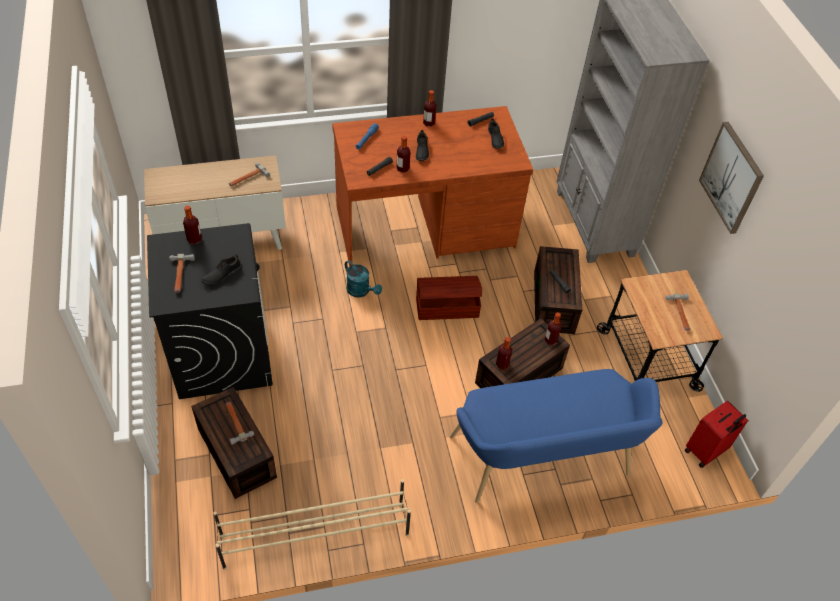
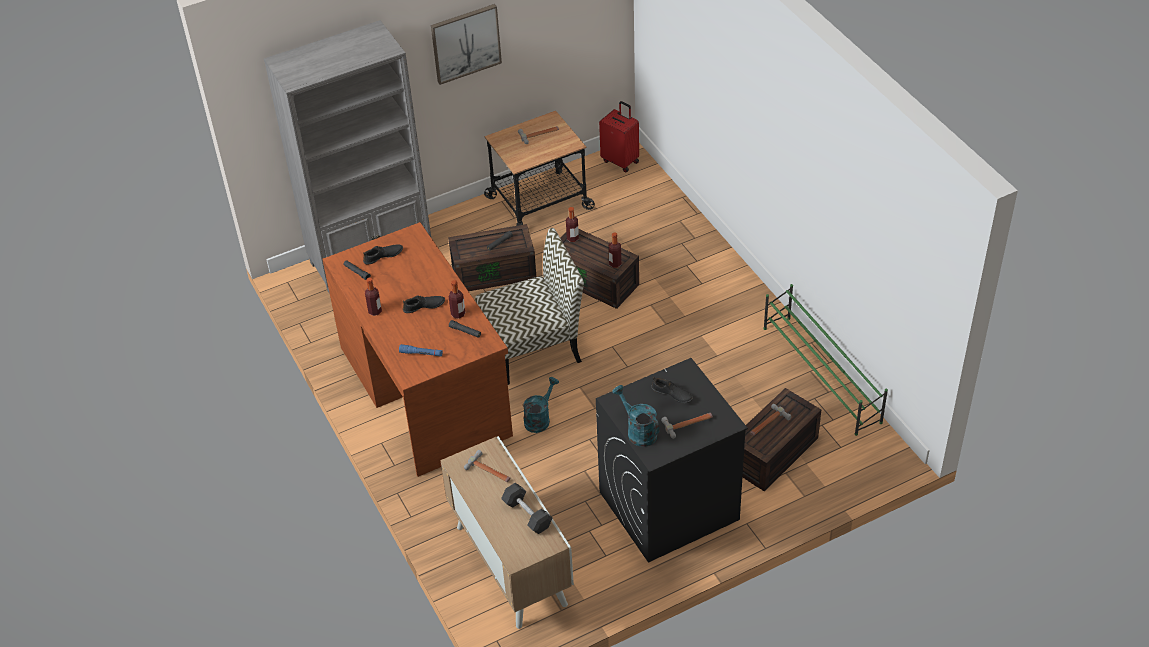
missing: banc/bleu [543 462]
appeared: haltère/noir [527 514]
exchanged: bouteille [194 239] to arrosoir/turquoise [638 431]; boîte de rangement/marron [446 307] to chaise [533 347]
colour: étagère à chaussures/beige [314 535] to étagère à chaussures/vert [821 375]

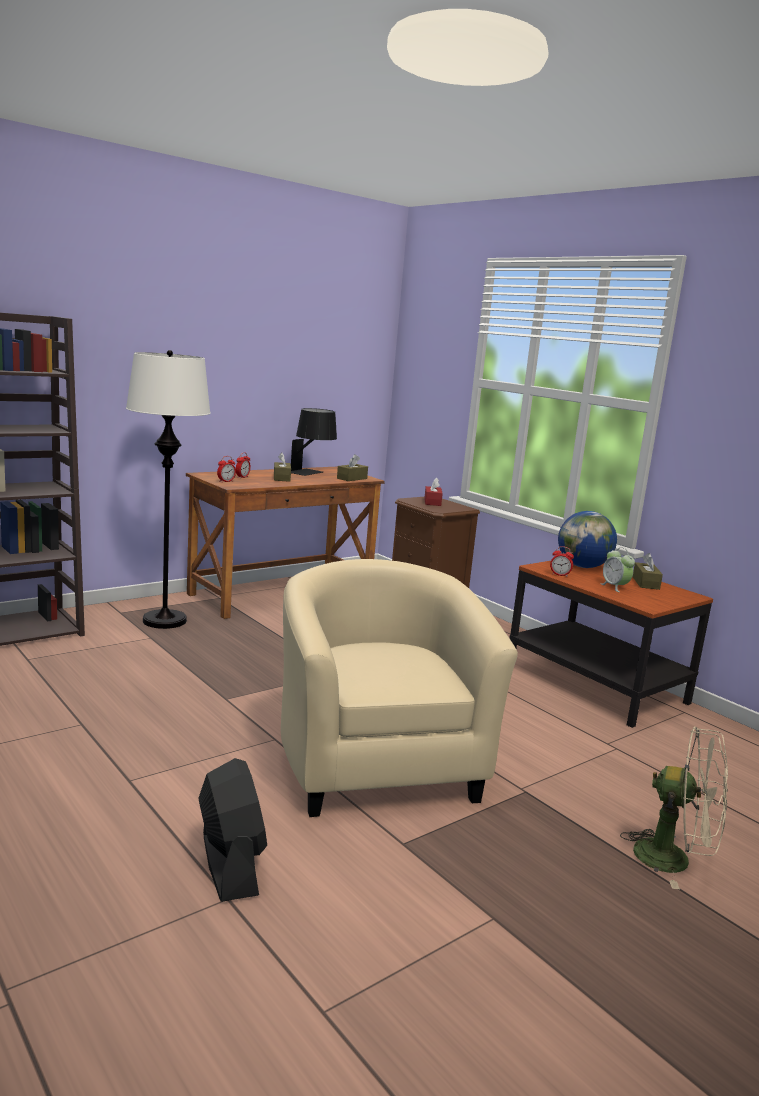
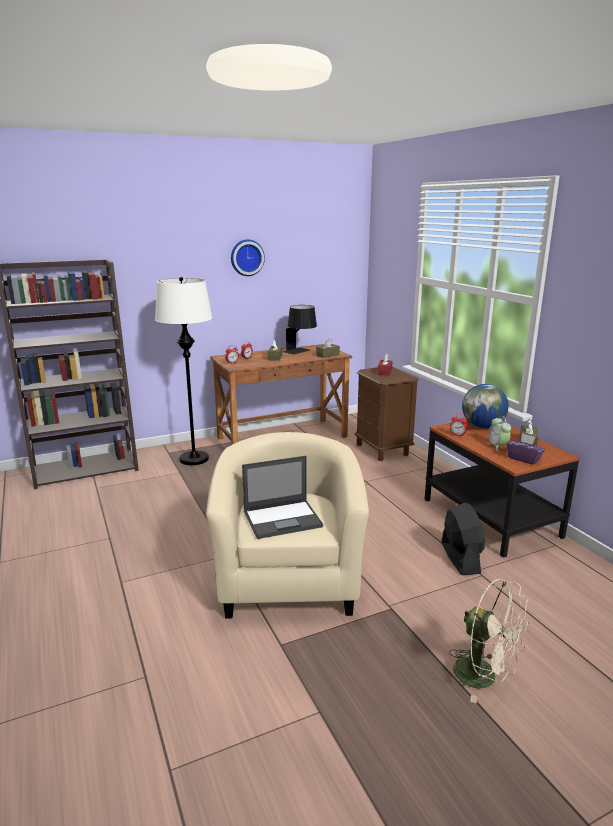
appeared: horloge murale [246 257]; ordinateur portable [283 519]; boîte à mouchoirs/violet [523 459]
relocated: ventilateur/noir [229 864] to [460 558]

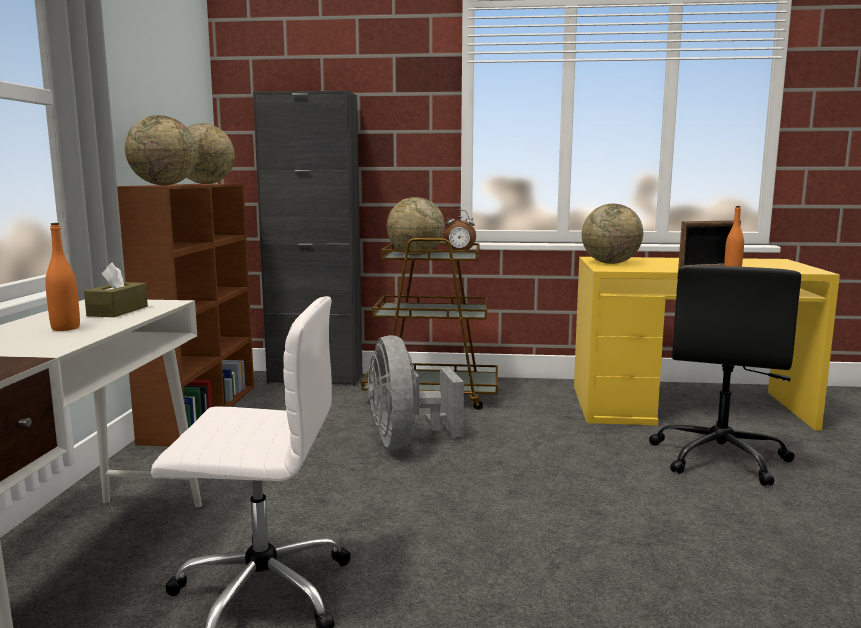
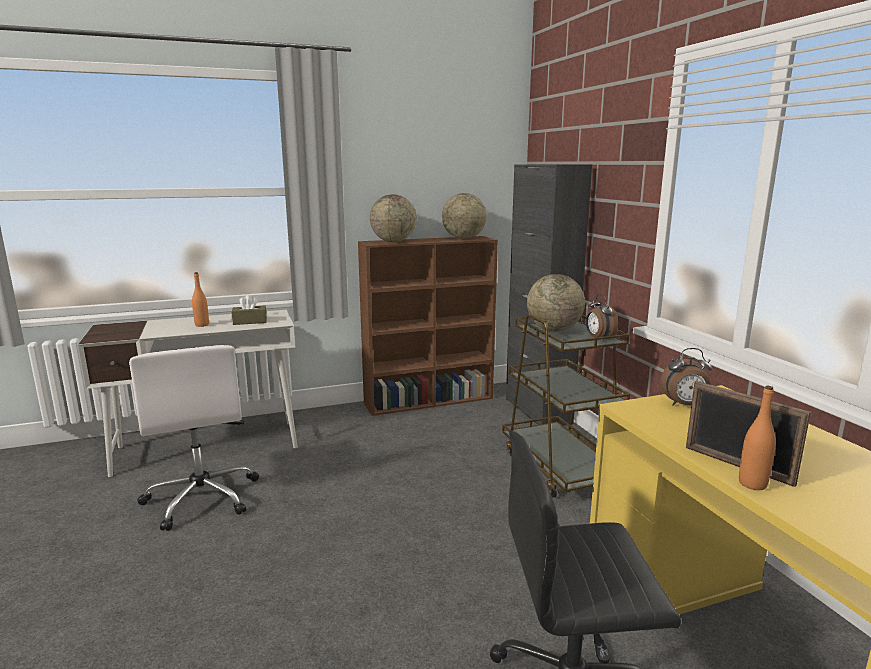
missing: ventilateur/gris [406 441]
exchanged: globe [610 263] to réveil [684 405]

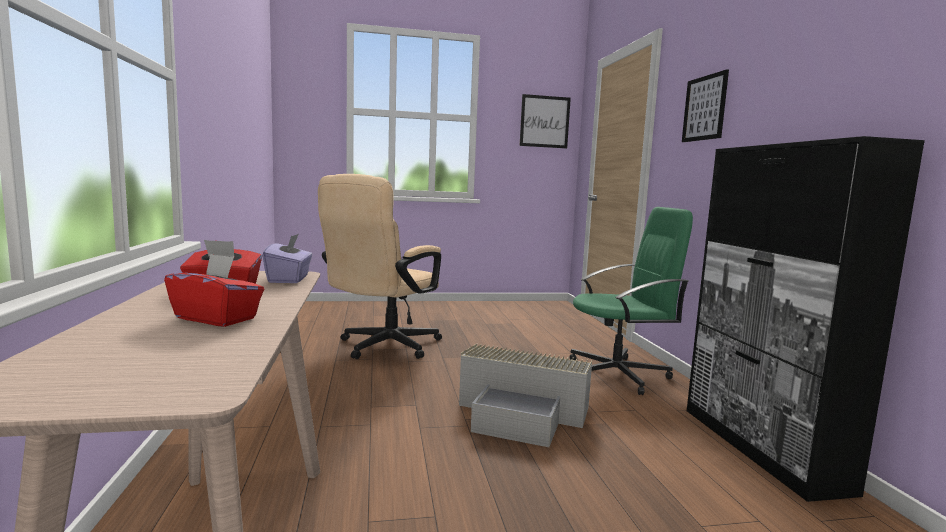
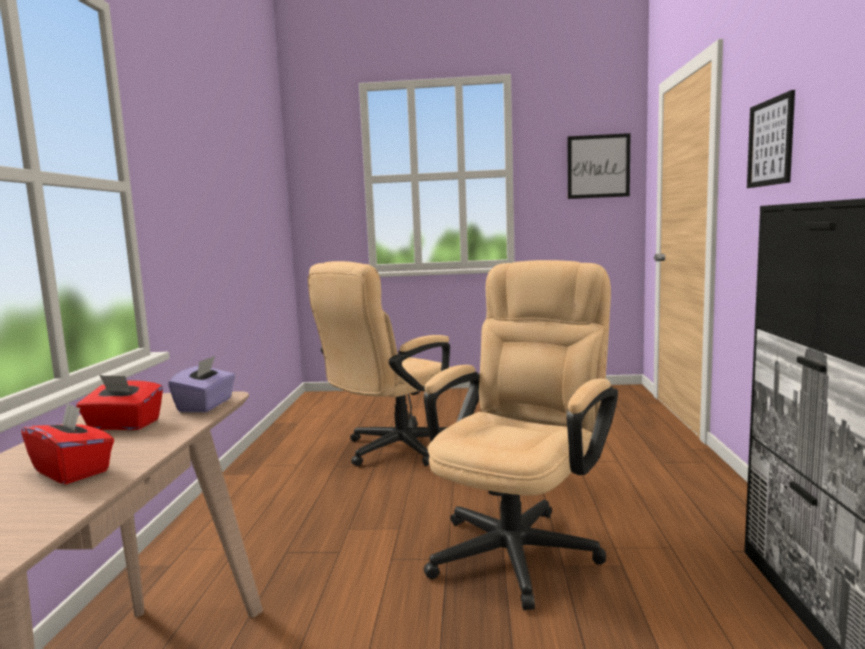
missing: chaise de bureau/vert [618 374]
exchanged: boîte de rangement/gris [523 413] to chaise de bureau/beige [521 545]

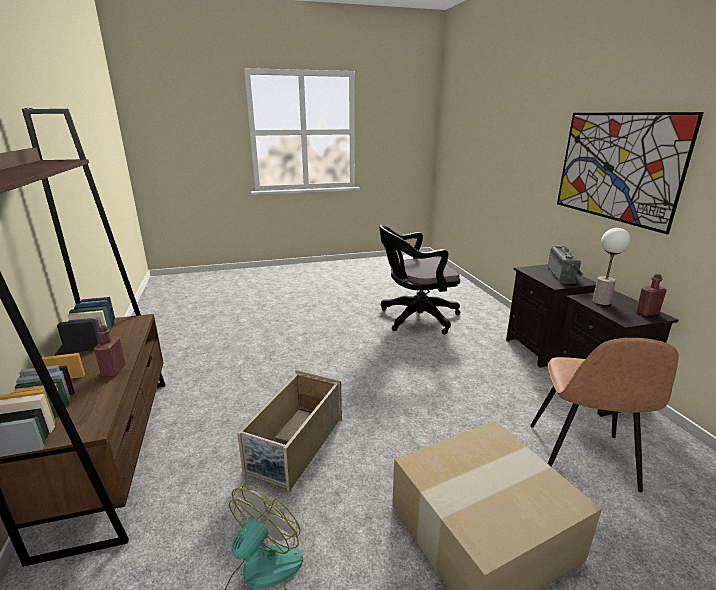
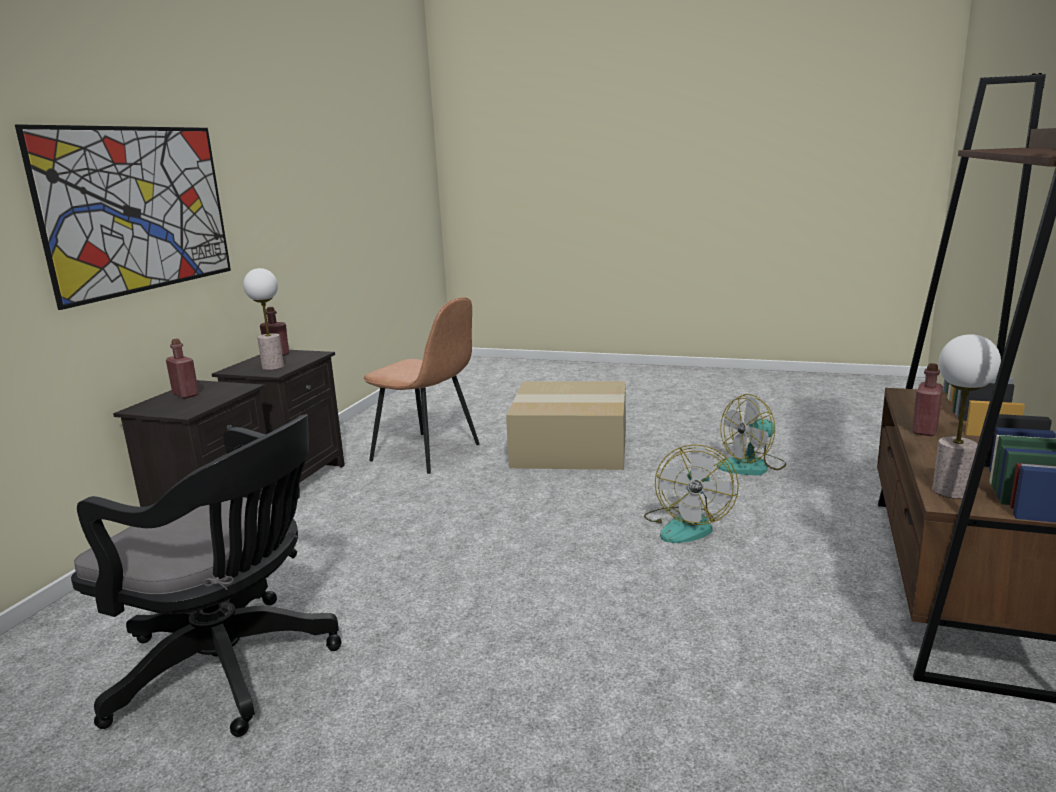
appeared: lampe de table [951 491]
exchanged: boîte de rangement/beige [295 445] to ventilateur [687 525]; radio [564 275] to bouteille/rouge [186 395]
spun: chaise/marron [581 458] = [427 453] 75 degrees clockwise

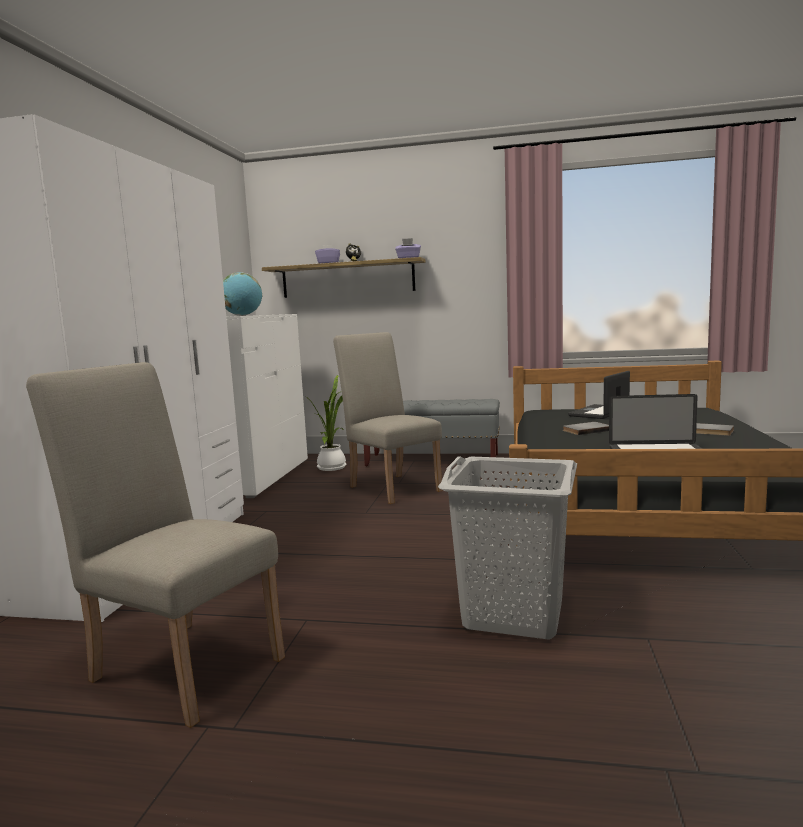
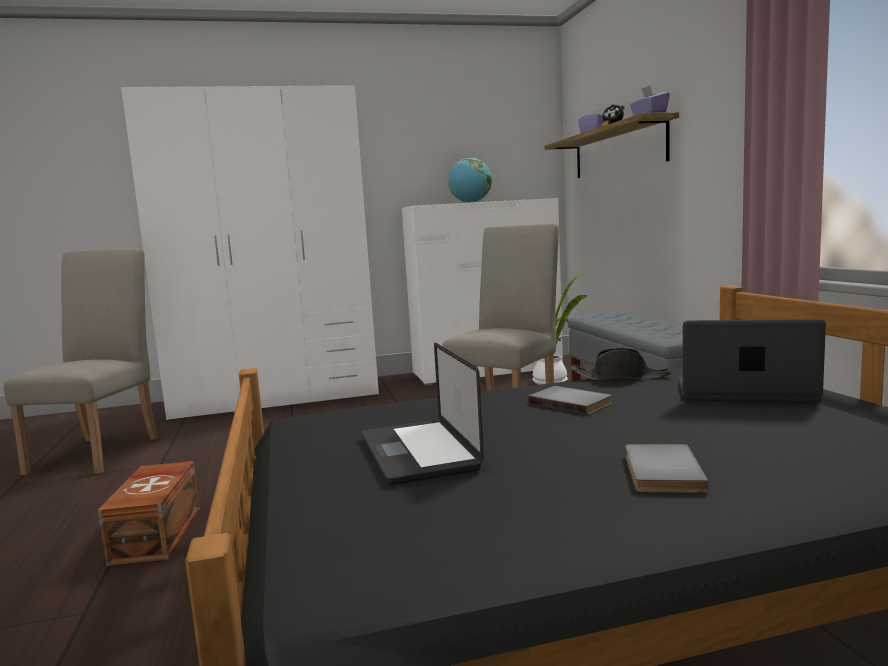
appeared: chapeau/noir [621 377]
exchanged: panier à linge/gris [512 613] to boîte de rangement/marron [159 533]

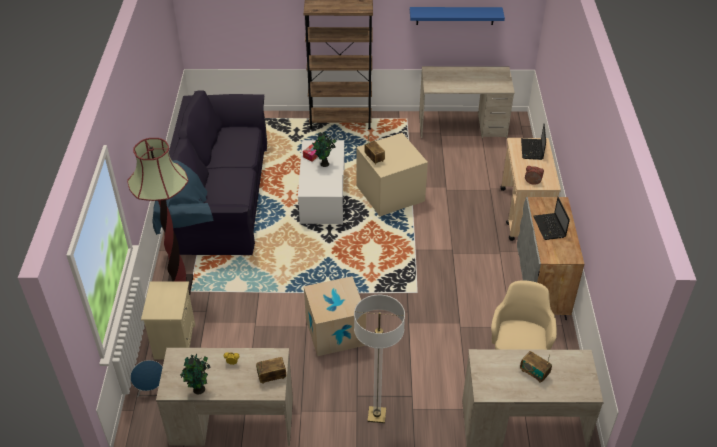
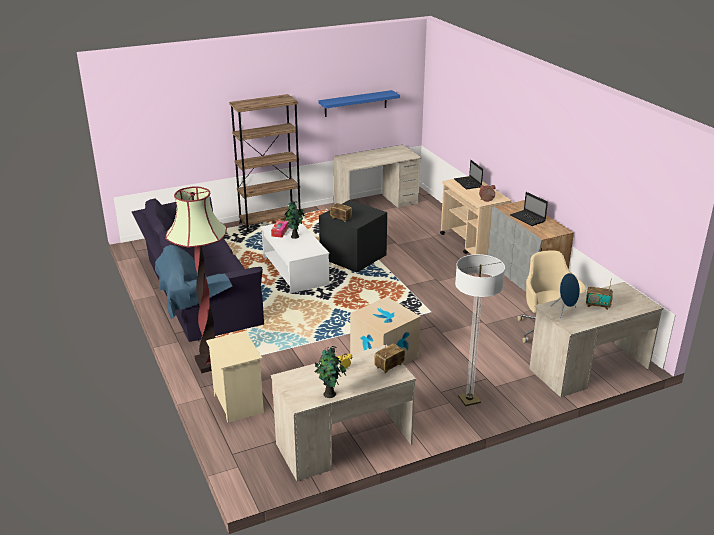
relocated: enceinte/bleu [151 390] to [564 312]
colour: boîte de rangement/beige [389 193] to boîte de rangement/noir [352 256]

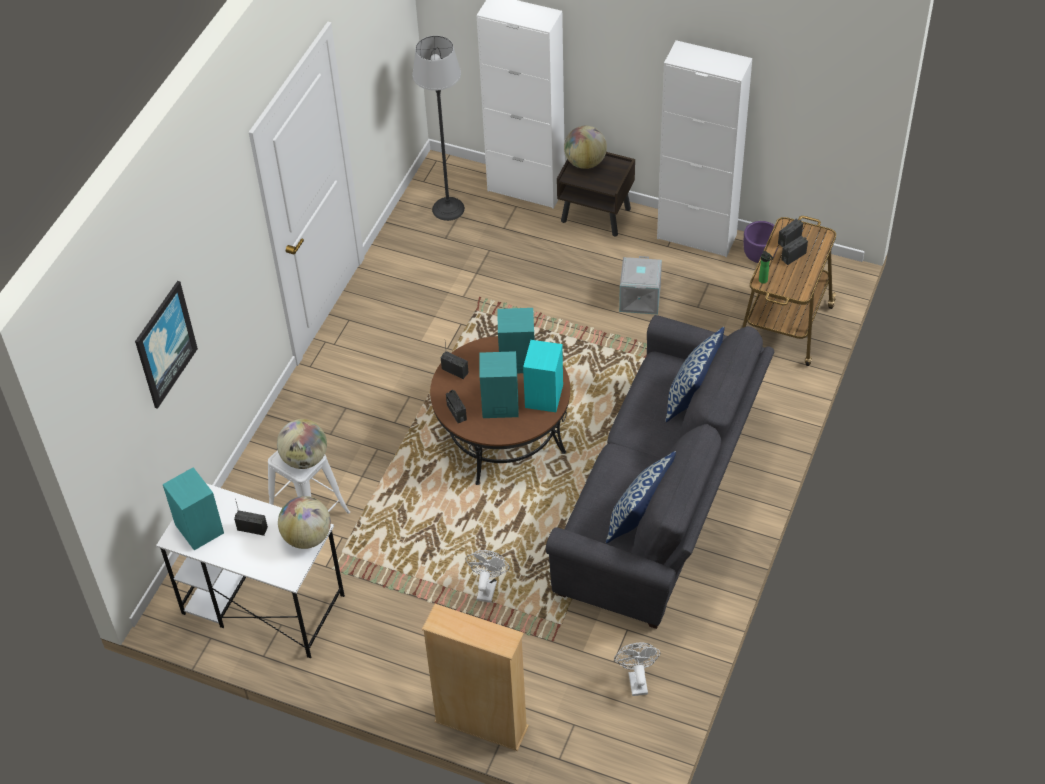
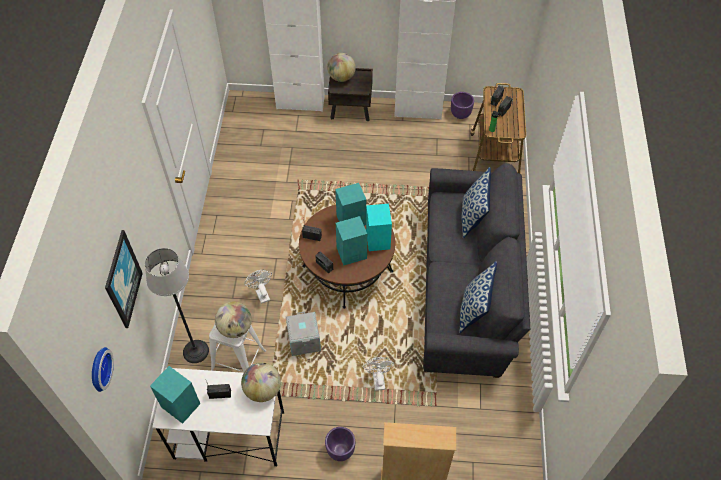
appeared: horloge murale [98 369]; cache-pot/violet [341 450]
relocated: lampadaire [448 208] to [196 351]; ventilateur/blanc [636 679] to [261 293]; boîte de rangement/gris [639 298] to [303 340]

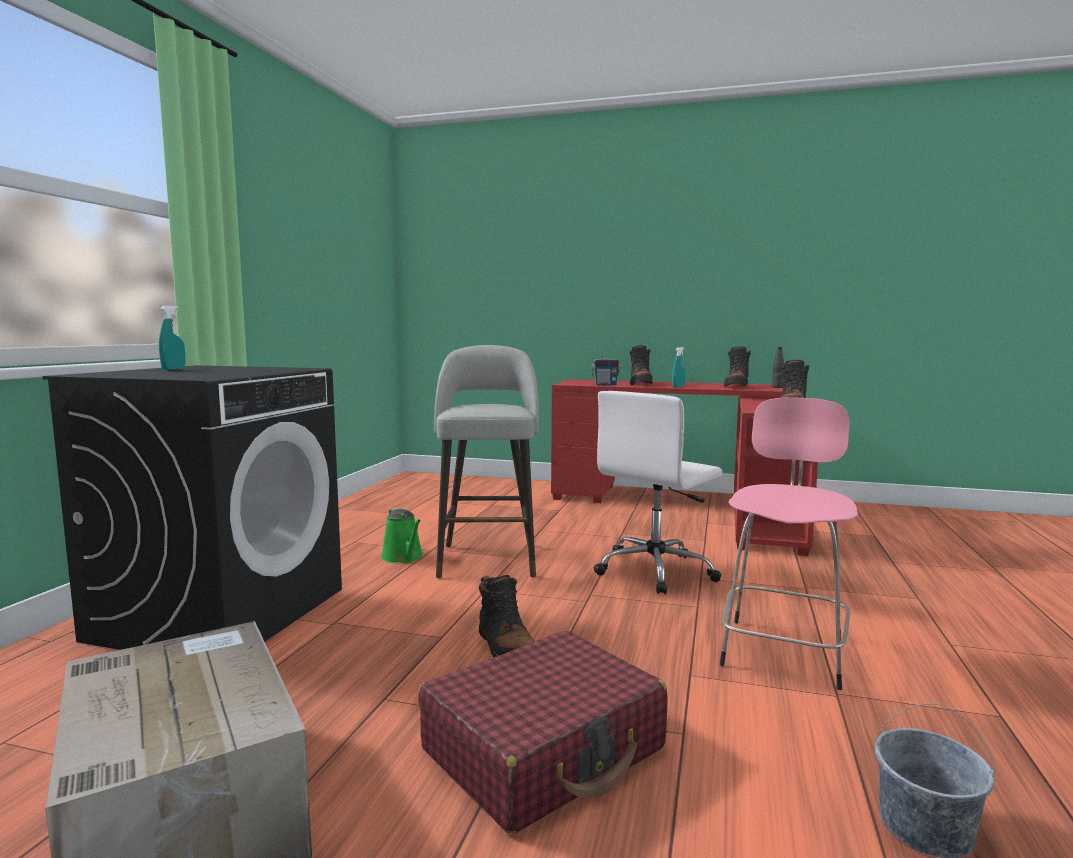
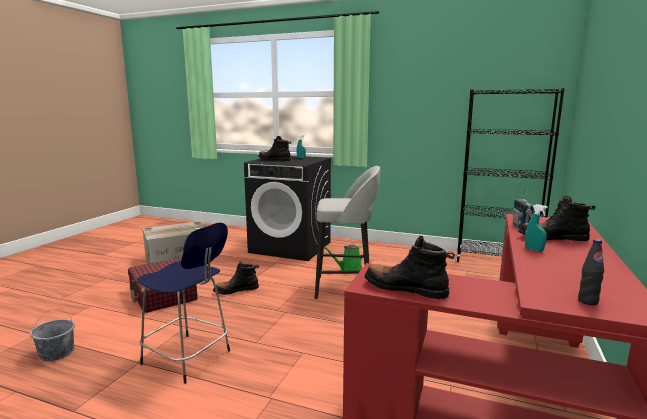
missing: chaise de bureau/blanc [656 570]
appeared: bibliothèque/noir [497 262]
relocated: botte/noir [736 386] to [274 160]
colour: tabouret/rose [783 650] to tabouret/bleu [188 358]

